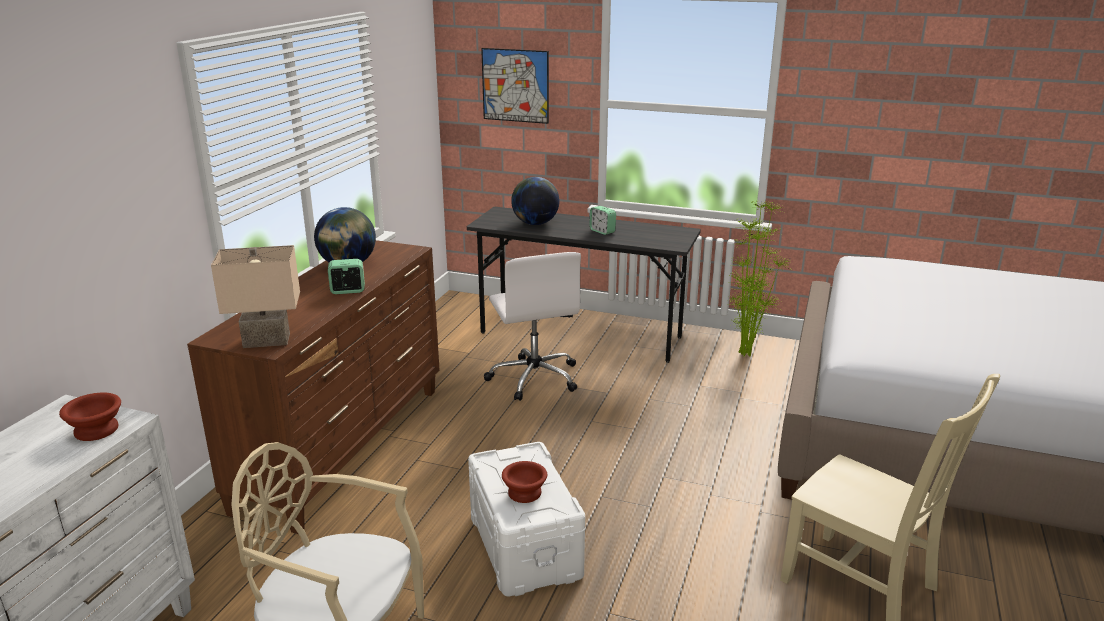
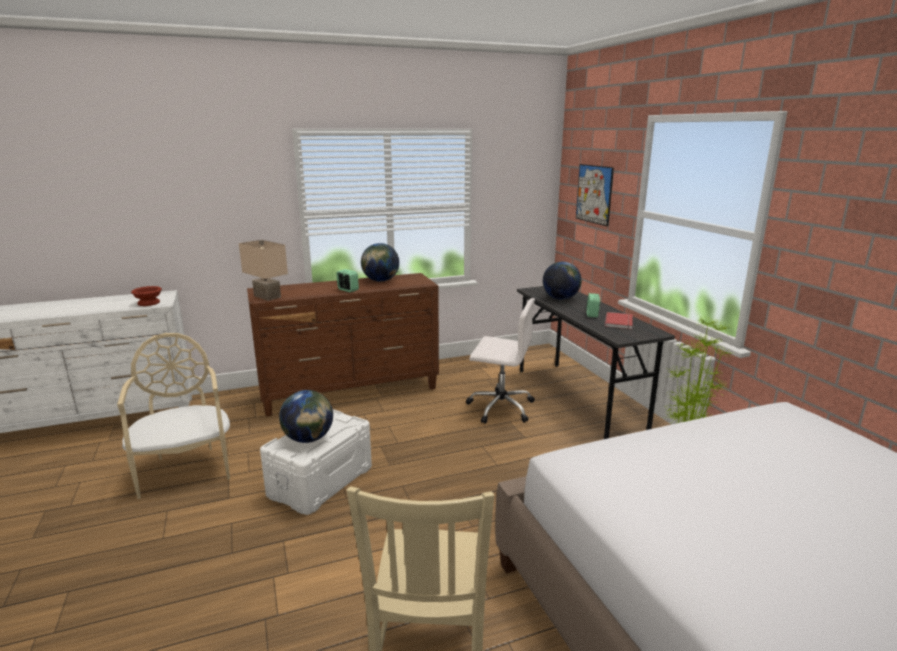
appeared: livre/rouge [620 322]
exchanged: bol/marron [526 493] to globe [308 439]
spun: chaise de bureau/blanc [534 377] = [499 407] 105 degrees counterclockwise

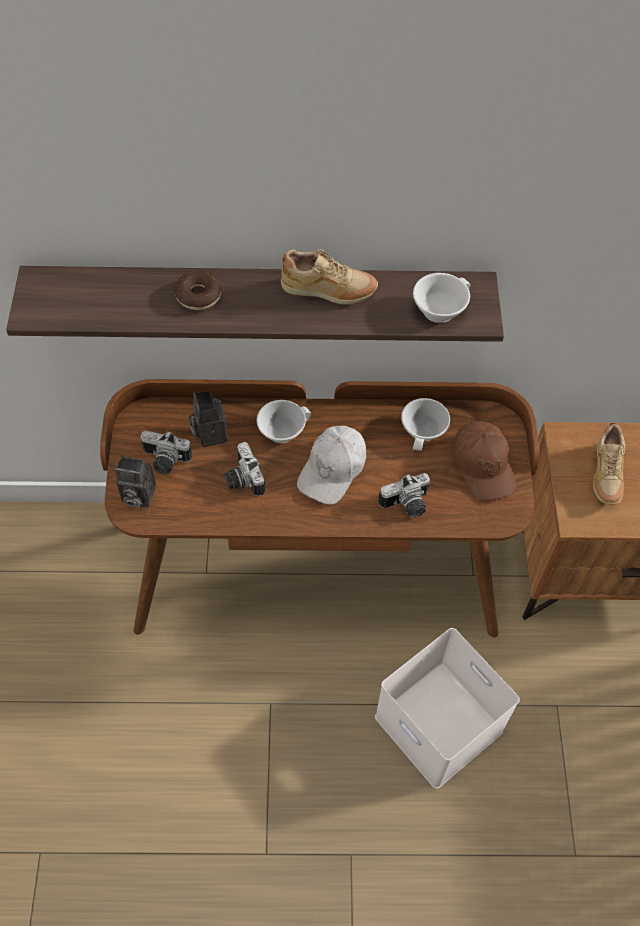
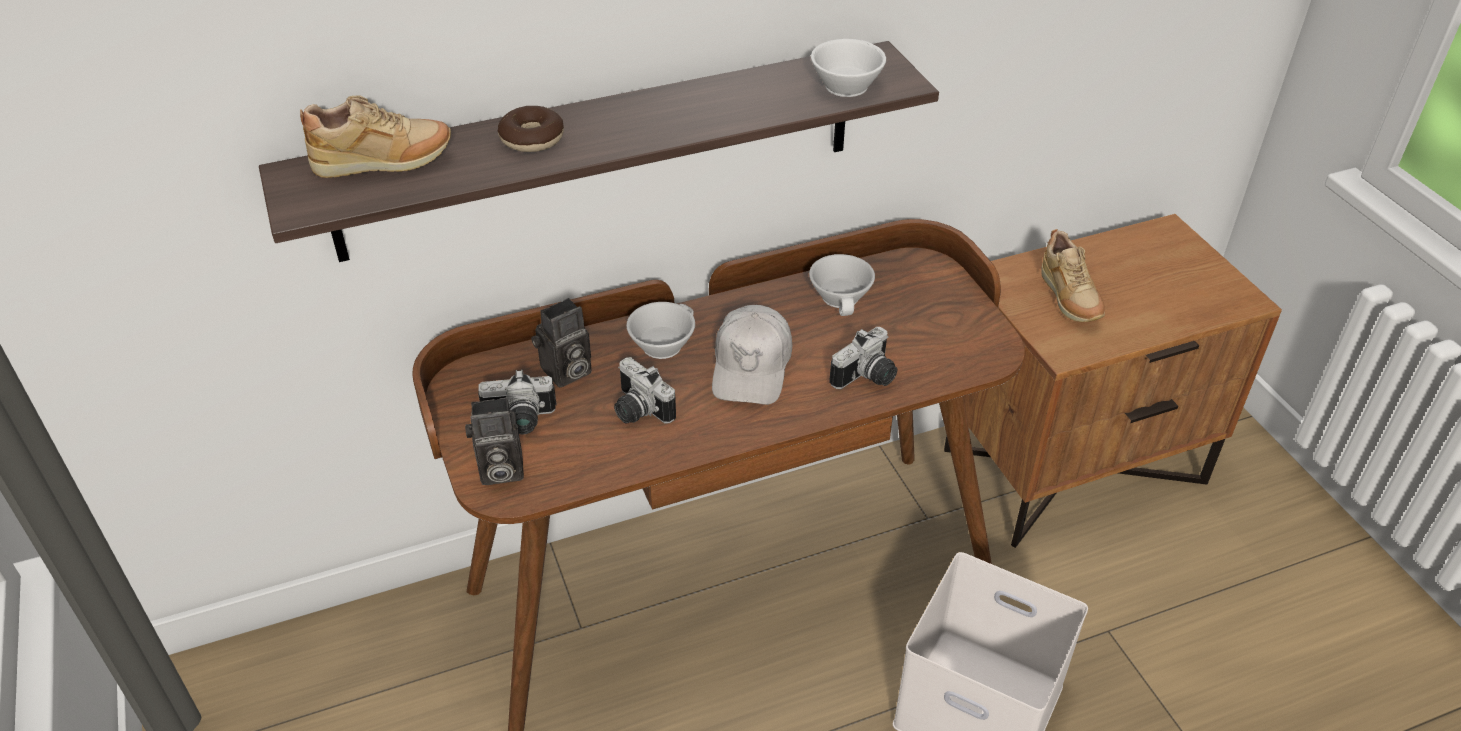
missing: casquette/marron [483 466]
relocated: chaussure/beige [328 292] to [384 164]
spun: appareil photo [209 433] = [565 373] 90 degrees counterclockwise

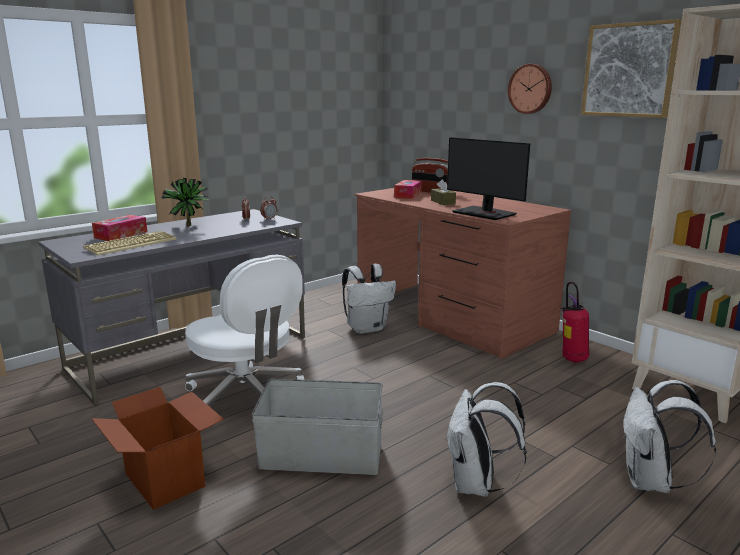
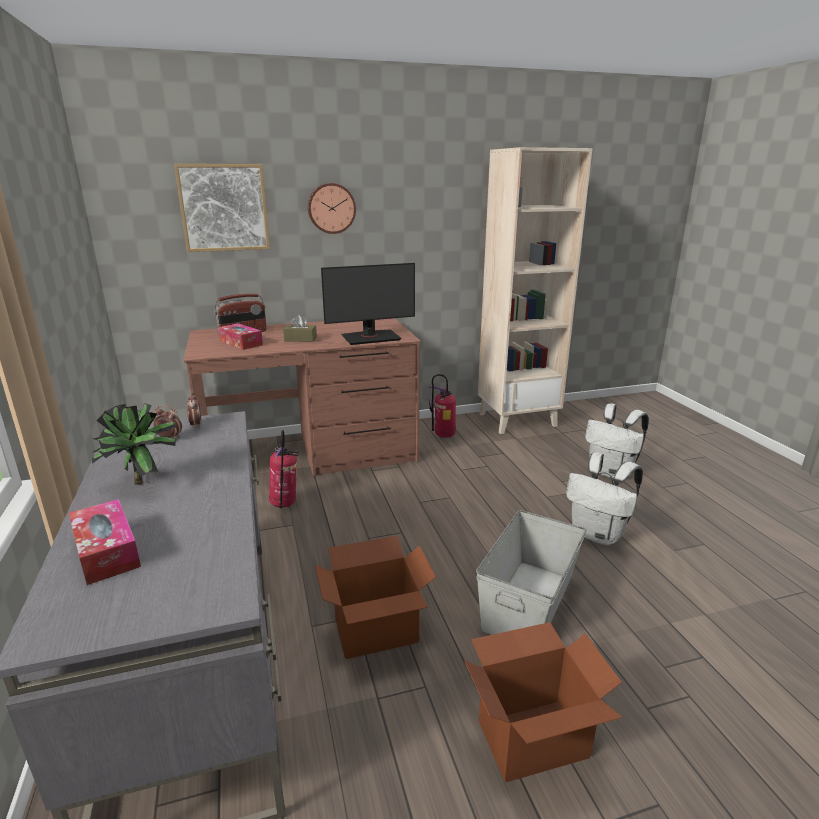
missing: clavier [131 244]
relocated: tableau [629 70] to [224 208]
exchanged: chaise de bureau/blanc [246 396] to carton [376 632]; sac à dos/blanc [367 328] to extincteur [285 505]

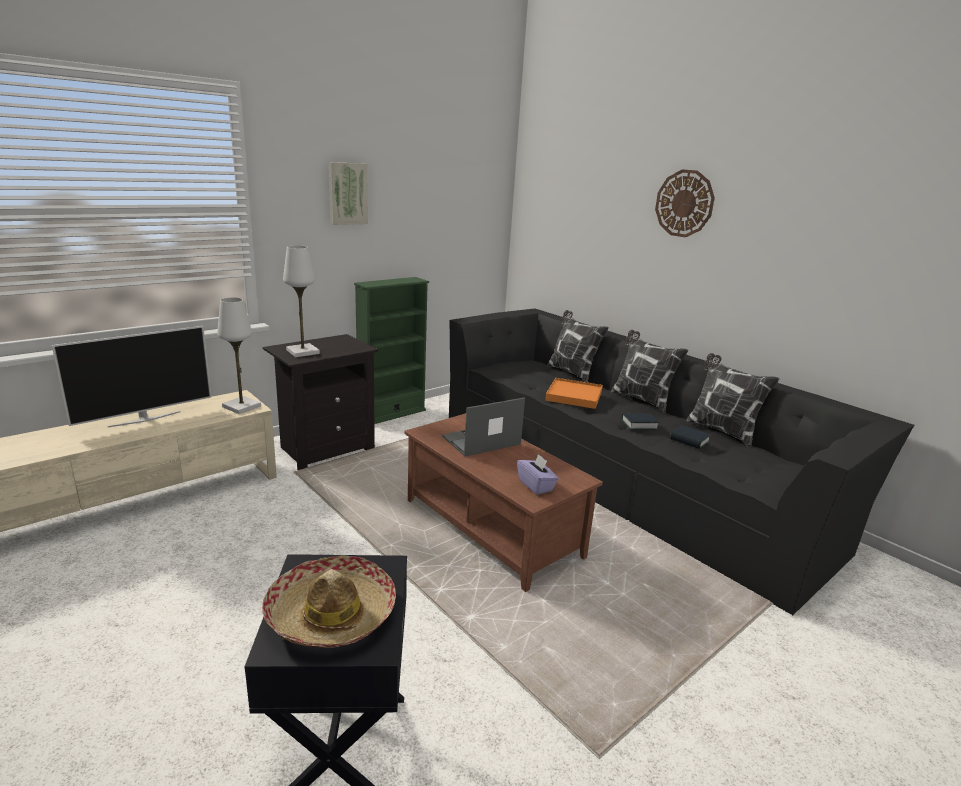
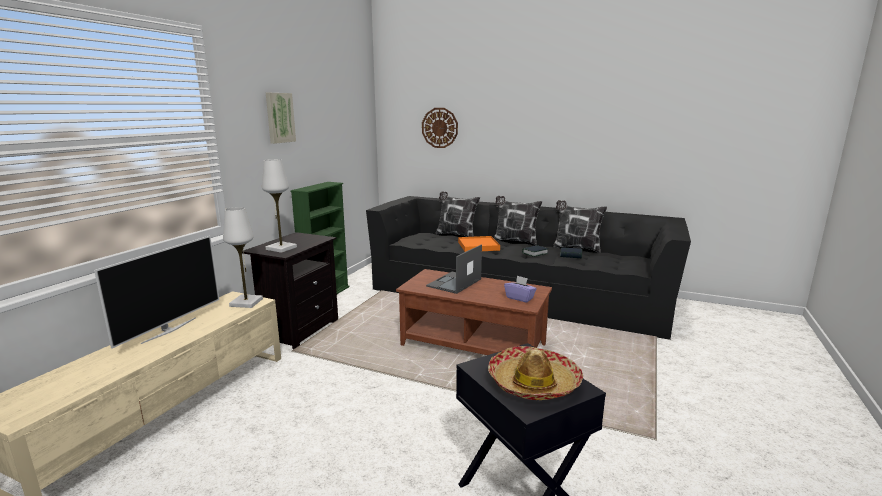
relocated: horloge murale [684 203] to [439 128]

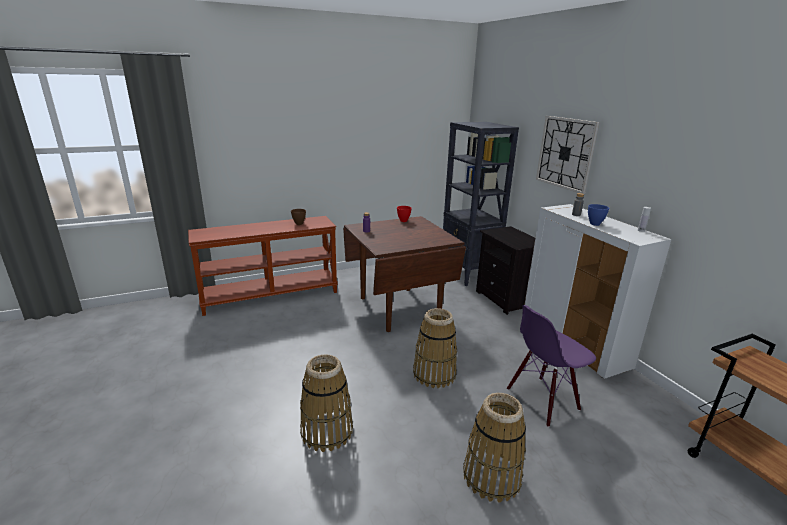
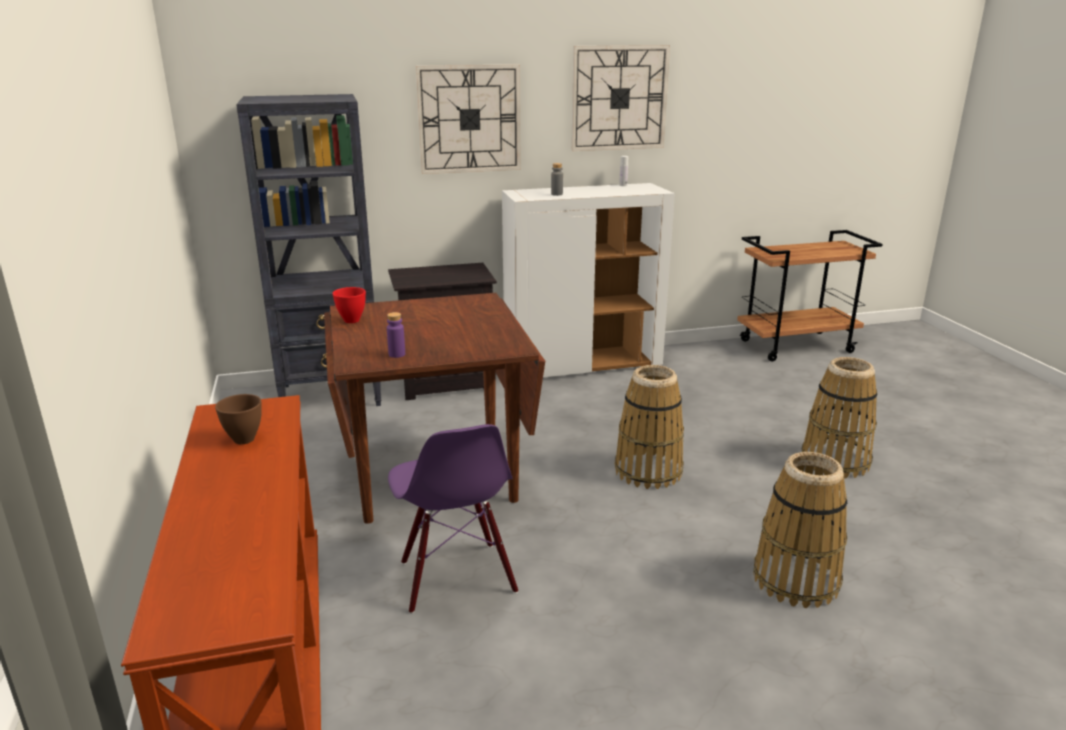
missing: bol/bleu [595 224]
appeared: horloge murale [619 98]
relocated: chaise/violet [542 400] to [456 577]

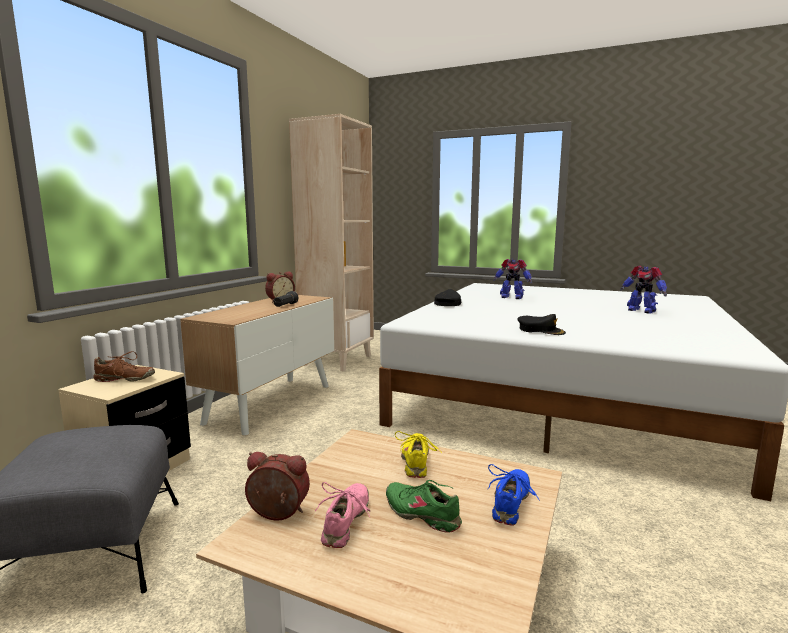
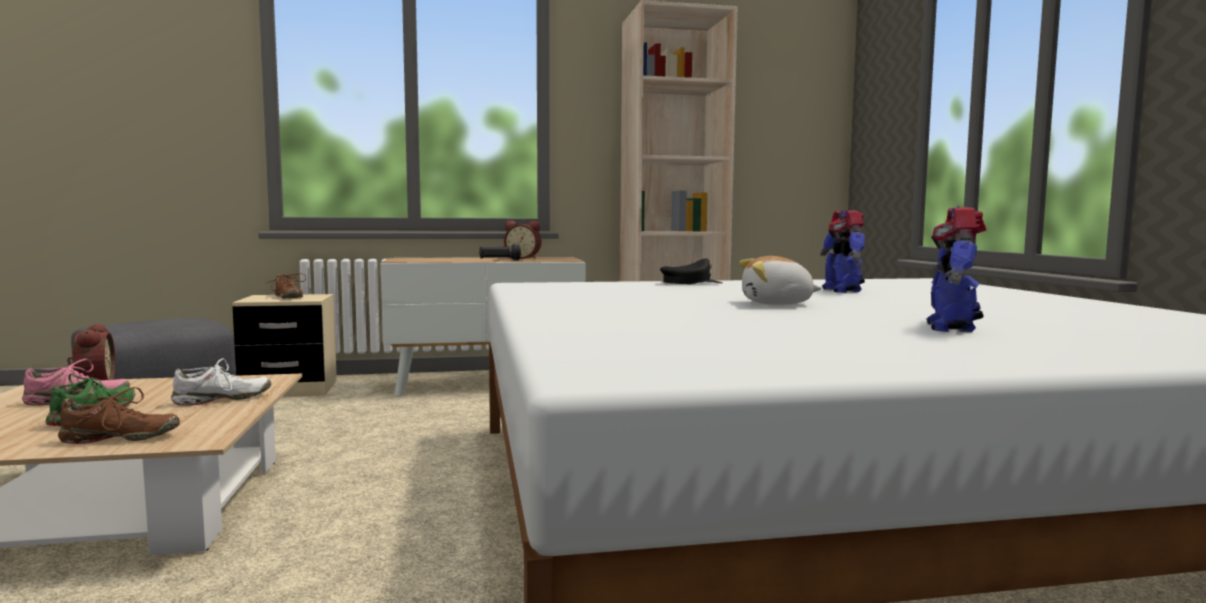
missing: casquette/noir [540 330]
appeared: peluche [777 303]
colour: chaussure/jaune [417 461] to chaussure/blanc [222 399]; chaussure/bleu [511 503] to chaussure/marron [120 438]

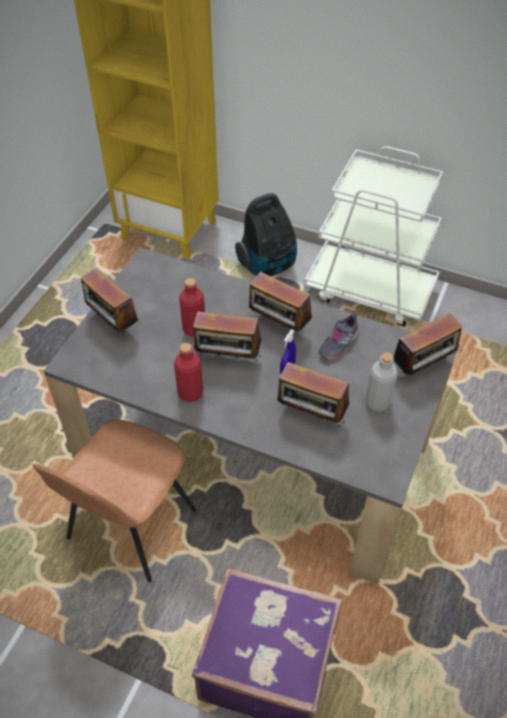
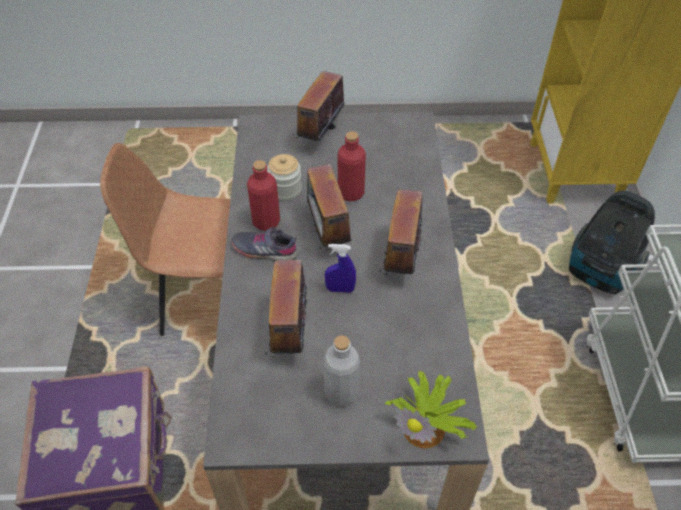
appeared: bocal [285 190]
relocated: chaussure/gris [338 343] to [265 250]
exchanged: radio [423 367] to plante en pot [426 427]

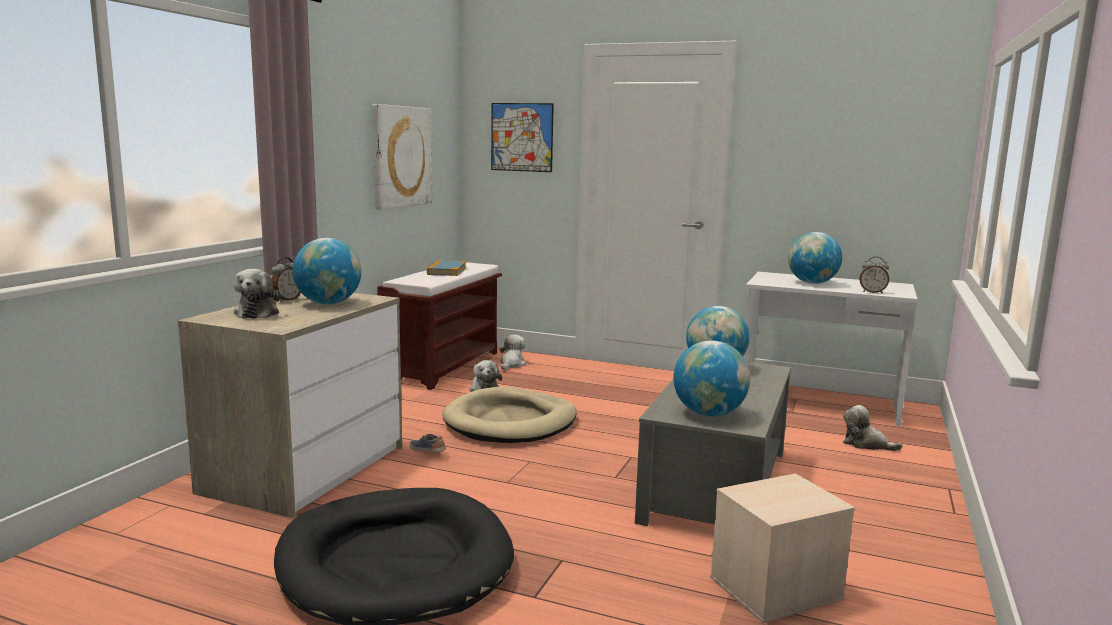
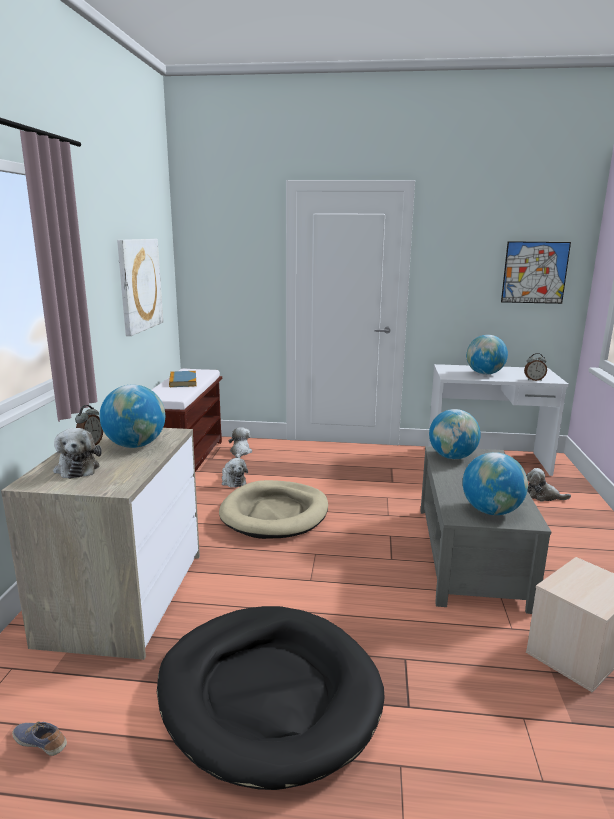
relocated: chaussure [428 451] to [41 743]; tableau [522 137] to [534 272]

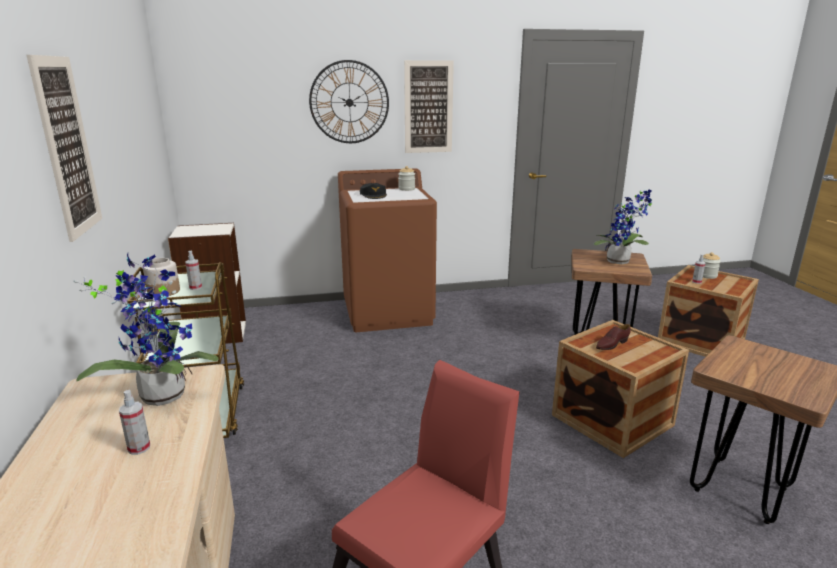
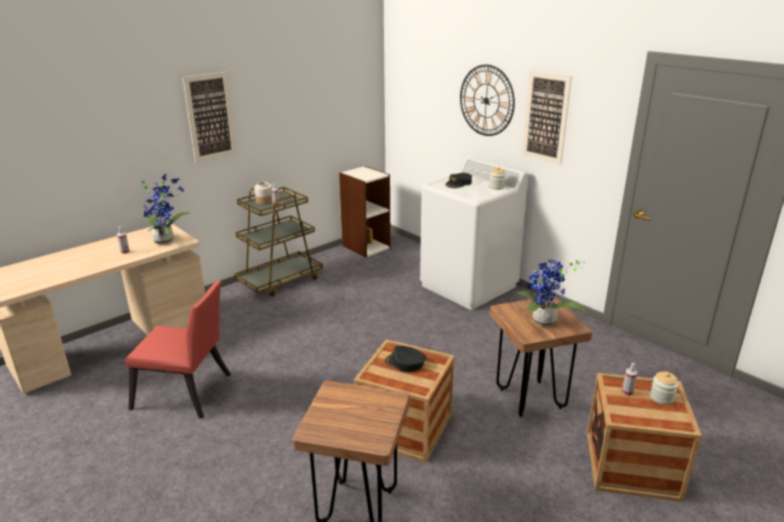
exchanged: chaussure/marron [611 344] to casquette/noir [405 362]
colour: lave-linge/marron [388 312] to lave-linge/blanc [469 286]

